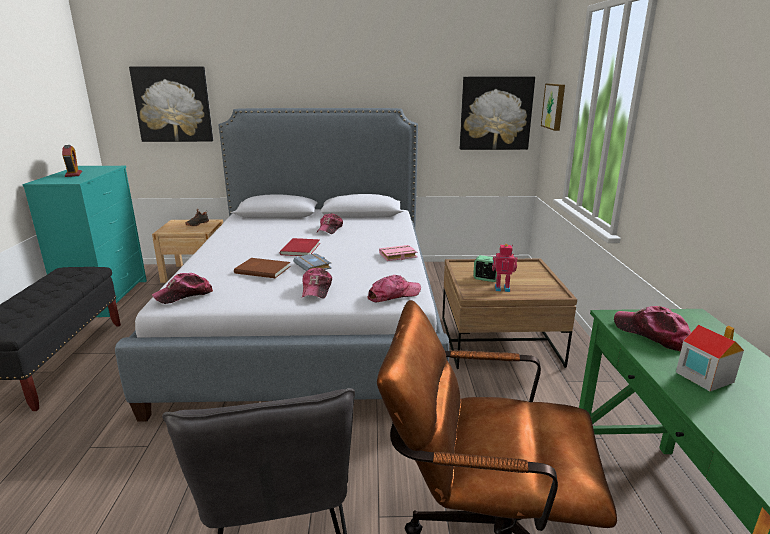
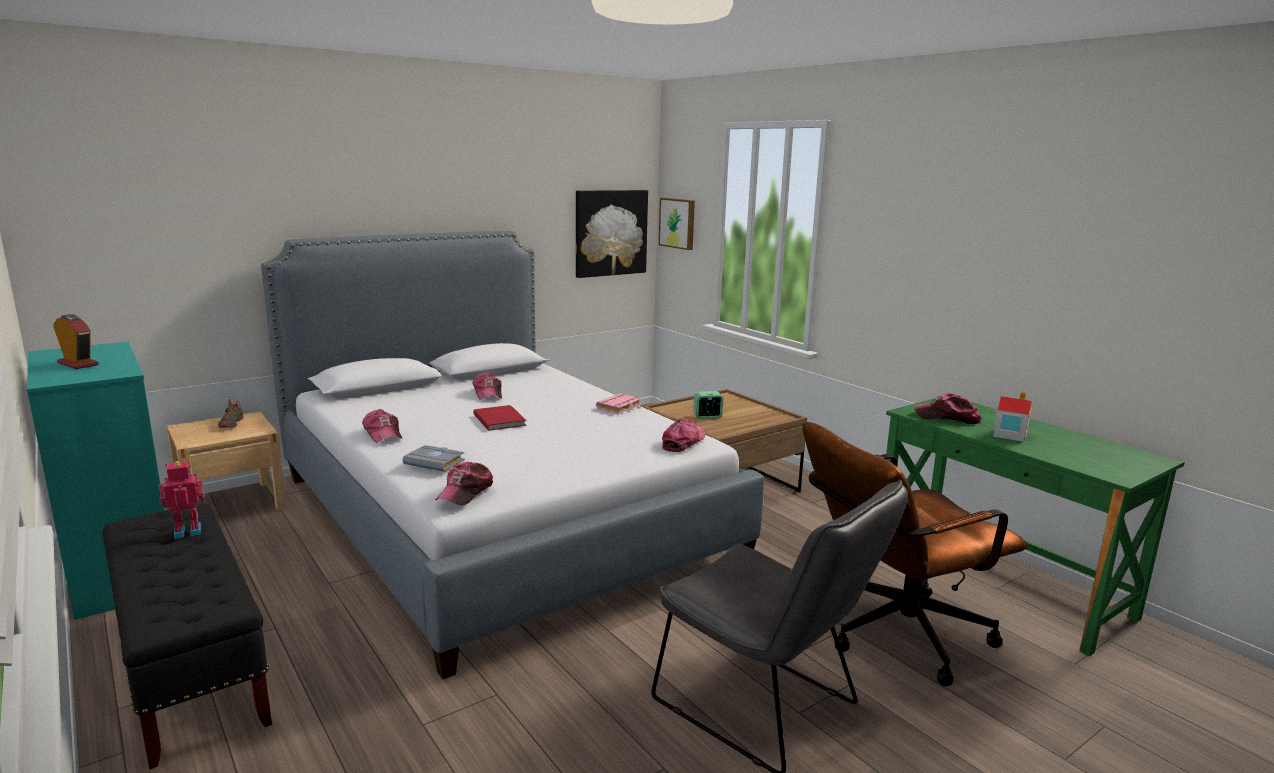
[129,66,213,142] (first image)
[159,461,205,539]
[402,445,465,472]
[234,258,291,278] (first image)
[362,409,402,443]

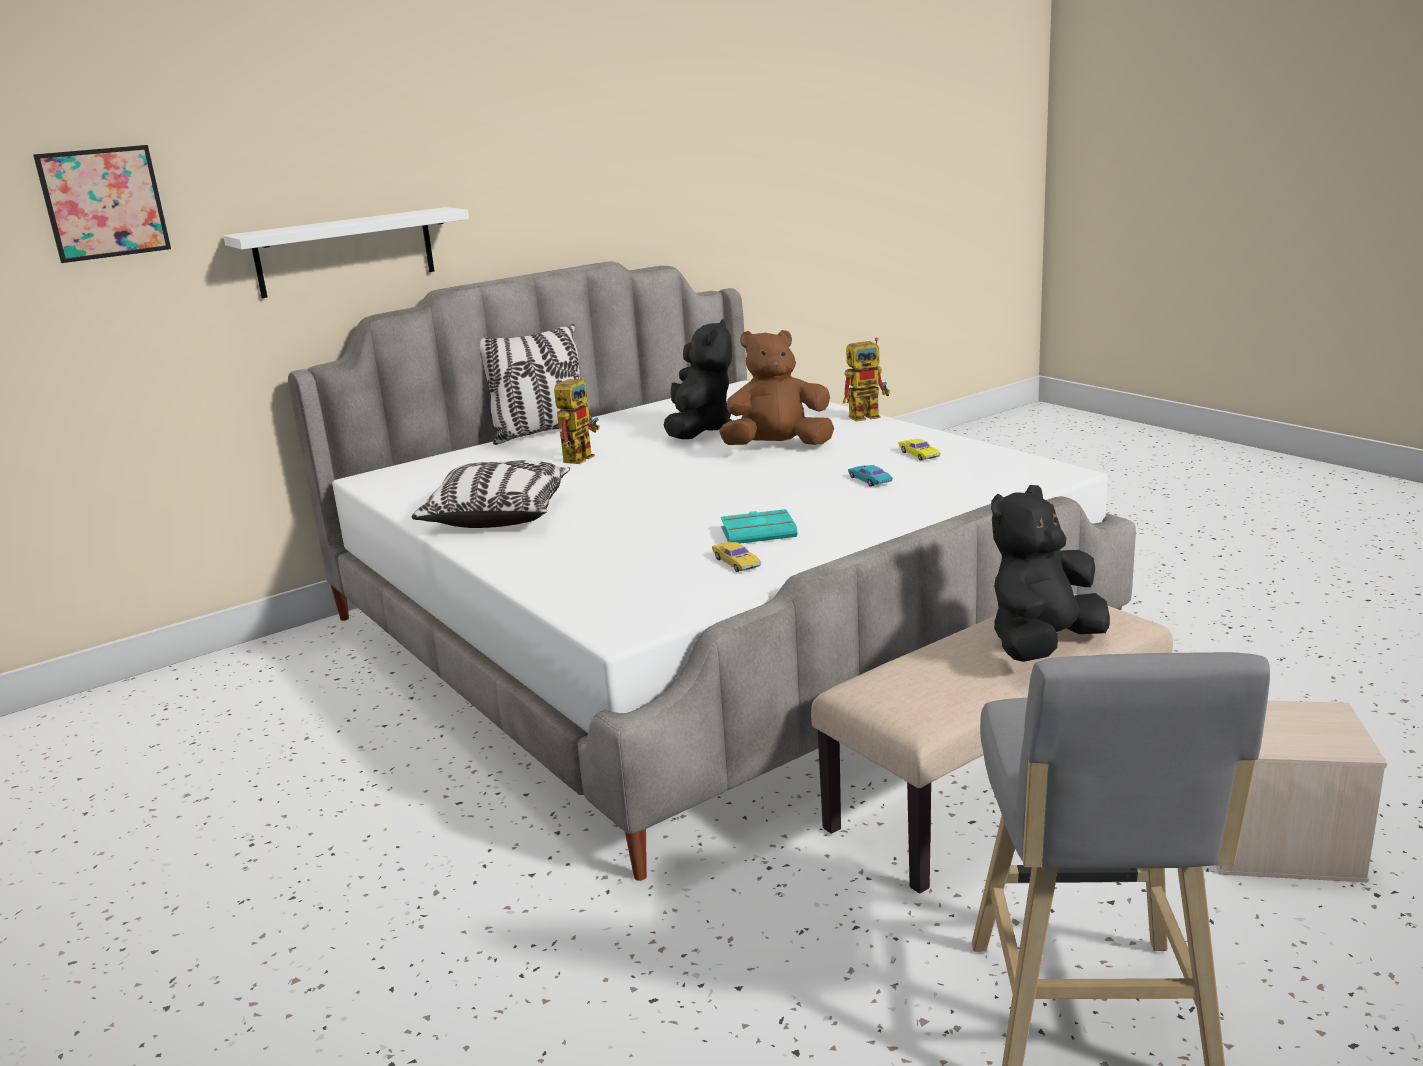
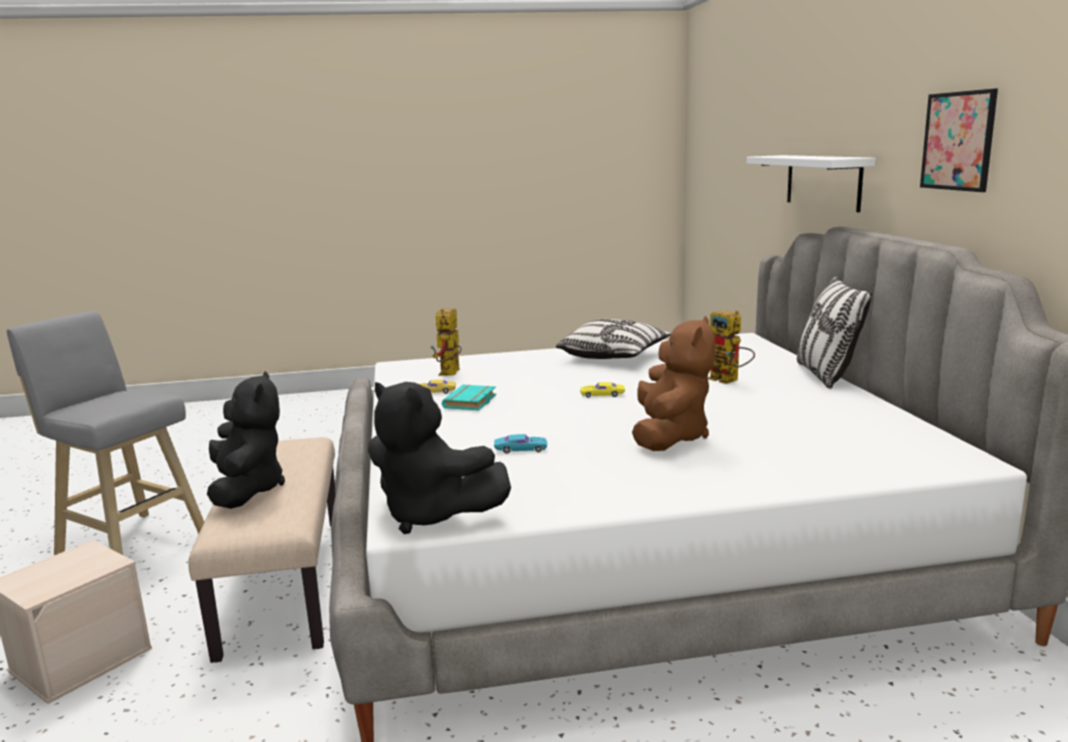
[920,88,998,192]
[368,382,511,534]
[431,308,462,376]
[580,382,625,398]

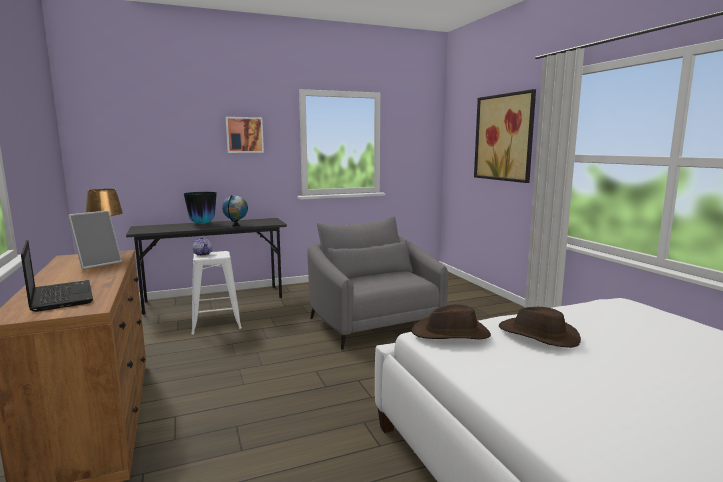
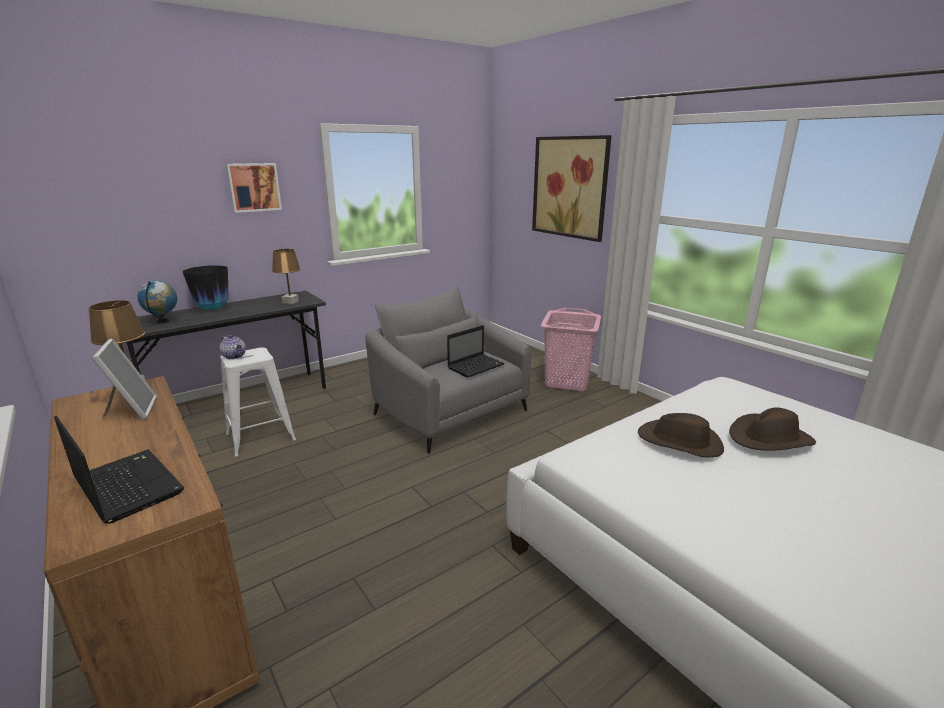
[137,281,177,323]
[92,339,157,419]
[729,407,816,451]
[272,249,300,304]
[541,308,601,391]
[447,325,505,378]

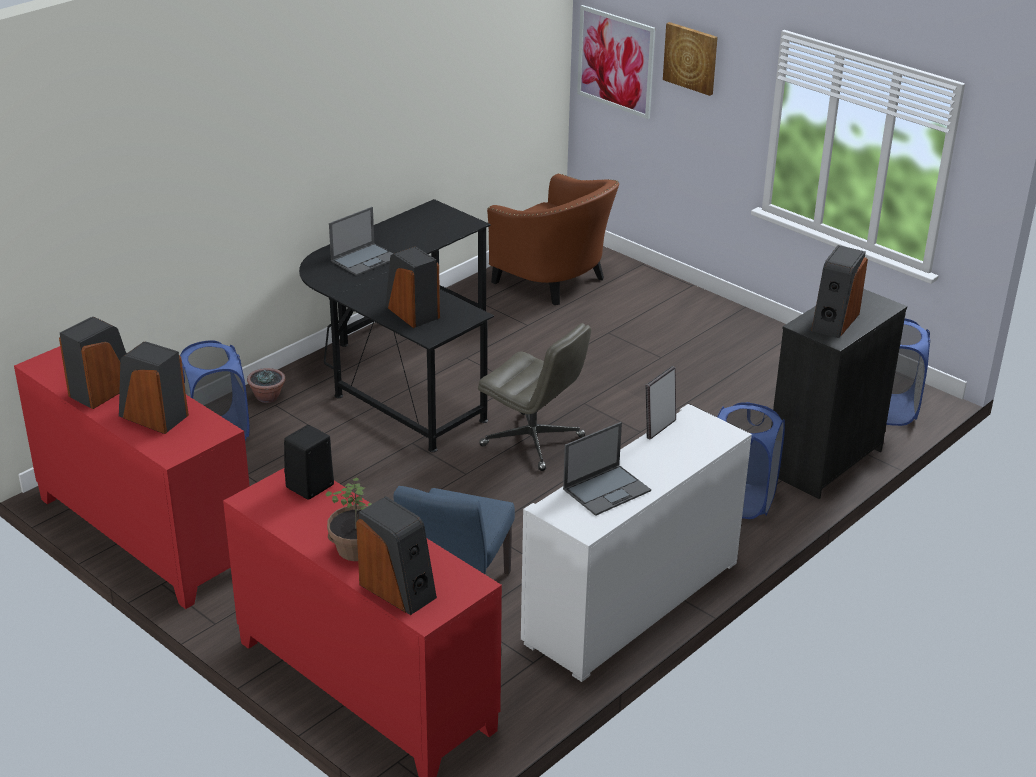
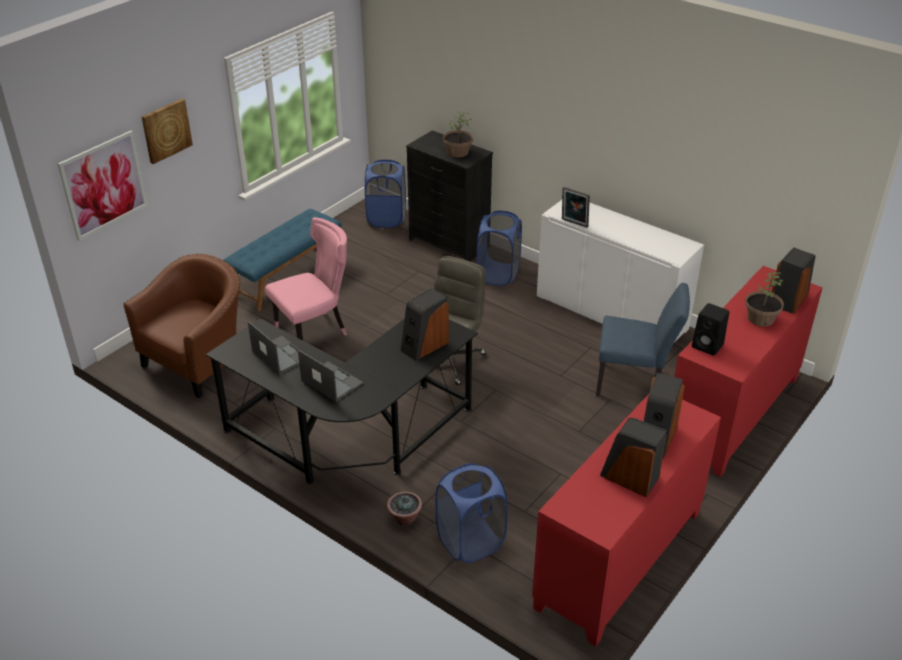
[443,111,473,157]
[248,321,299,375]
[223,209,342,311]
[265,217,347,341]

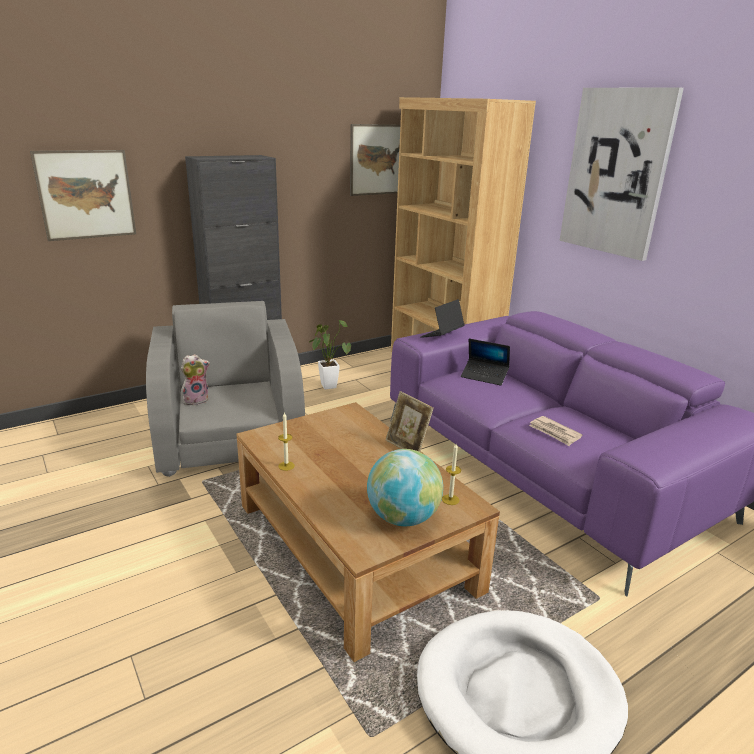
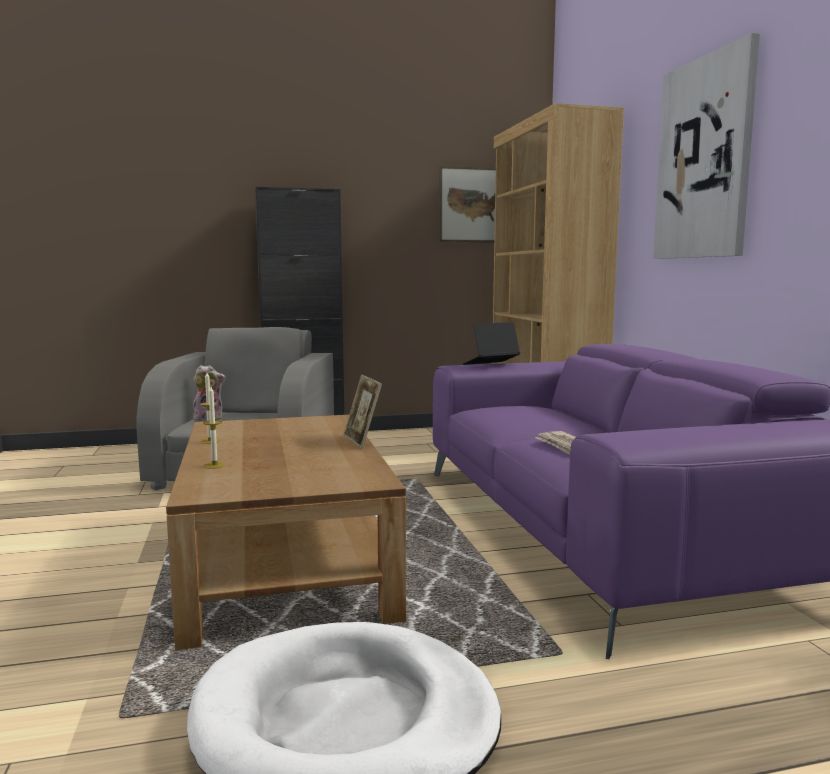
[30,150,136,241] (first image)
[309,320,351,389] (first image)
[461,338,510,386] (first image)
[203,387,226,469]
[367,449,443,526] (first image)

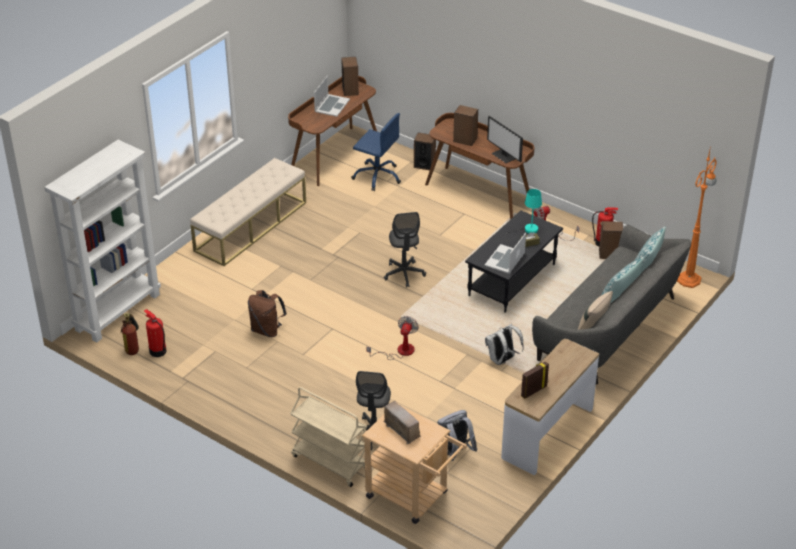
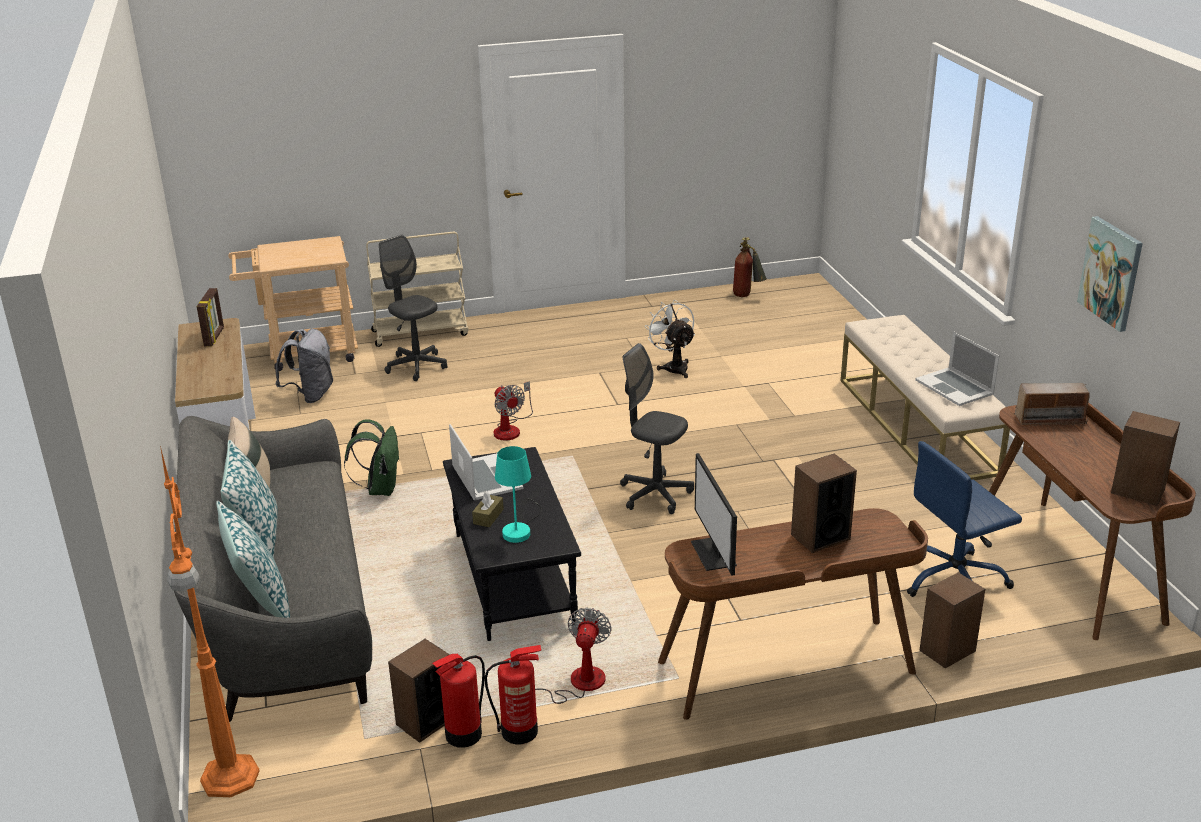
[915,331,999,406]
[691,453,737,576]
[44,140,161,342] (first image)
[645,300,695,378]
[484,645,541,744]
[344,419,400,496]
[1015,383,1090,426]
[1077,216,1143,332]

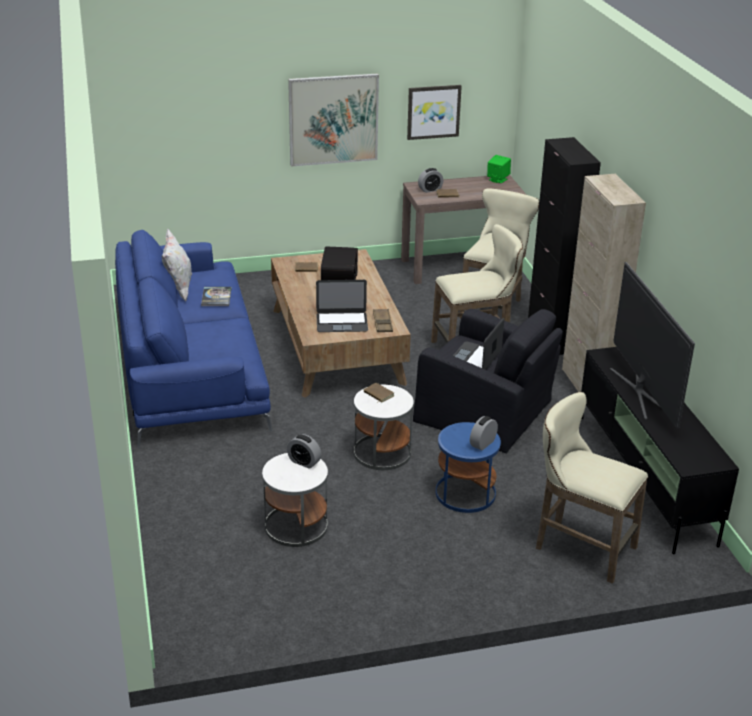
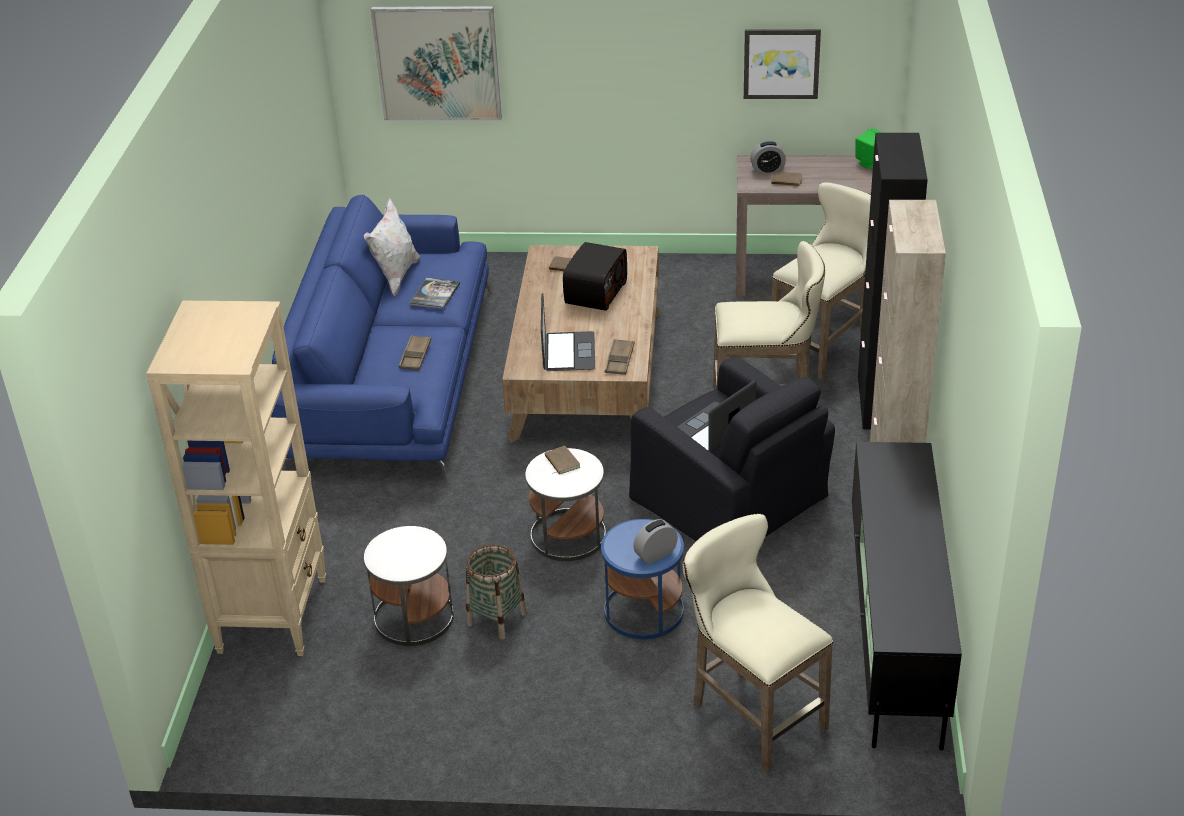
[371,6,502,120]
[610,262,695,429] (first image)
[541,293,595,371]
[287,434,321,469] (first image)
[146,301,326,656]
[399,335,431,370]
[466,545,527,639]

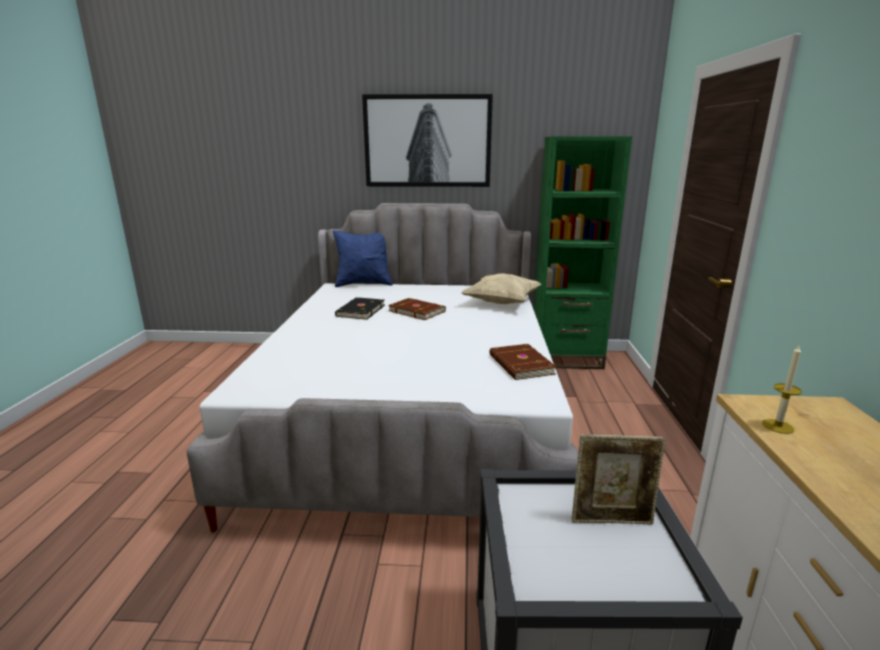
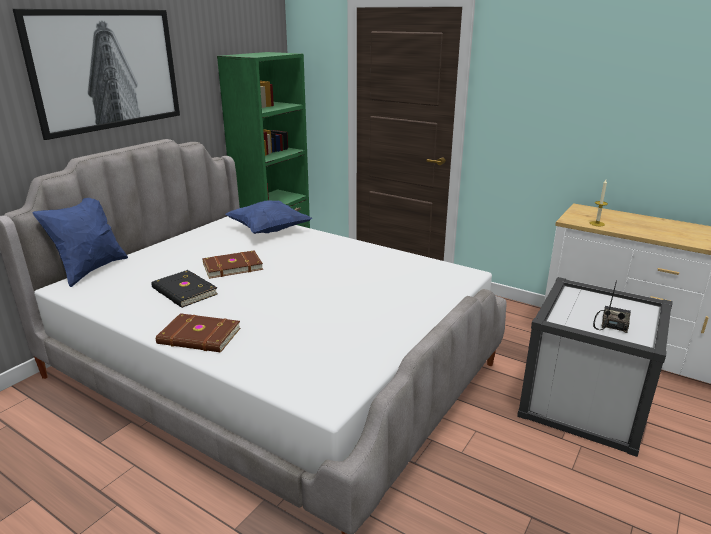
[225,200,312,234]
[156,313,240,353]
[572,434,666,524] (first image)
[593,280,631,333]

